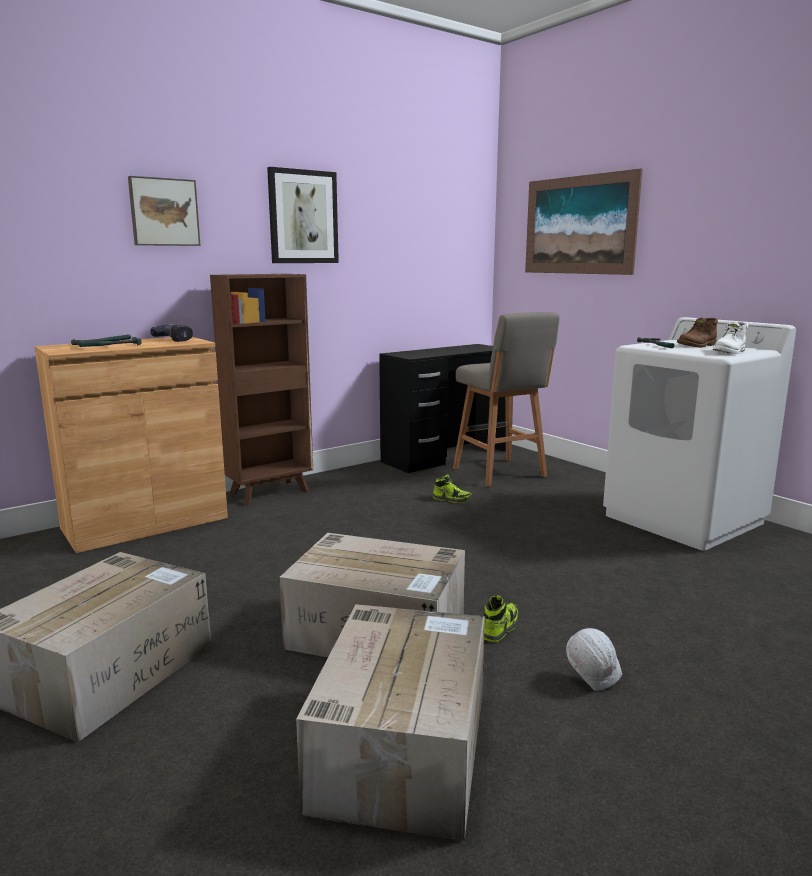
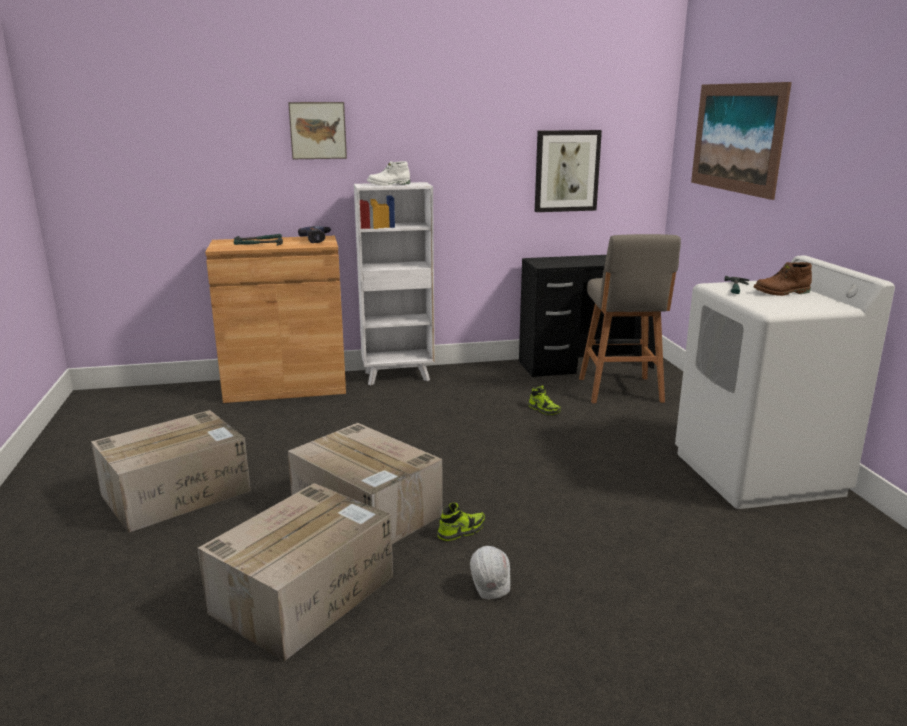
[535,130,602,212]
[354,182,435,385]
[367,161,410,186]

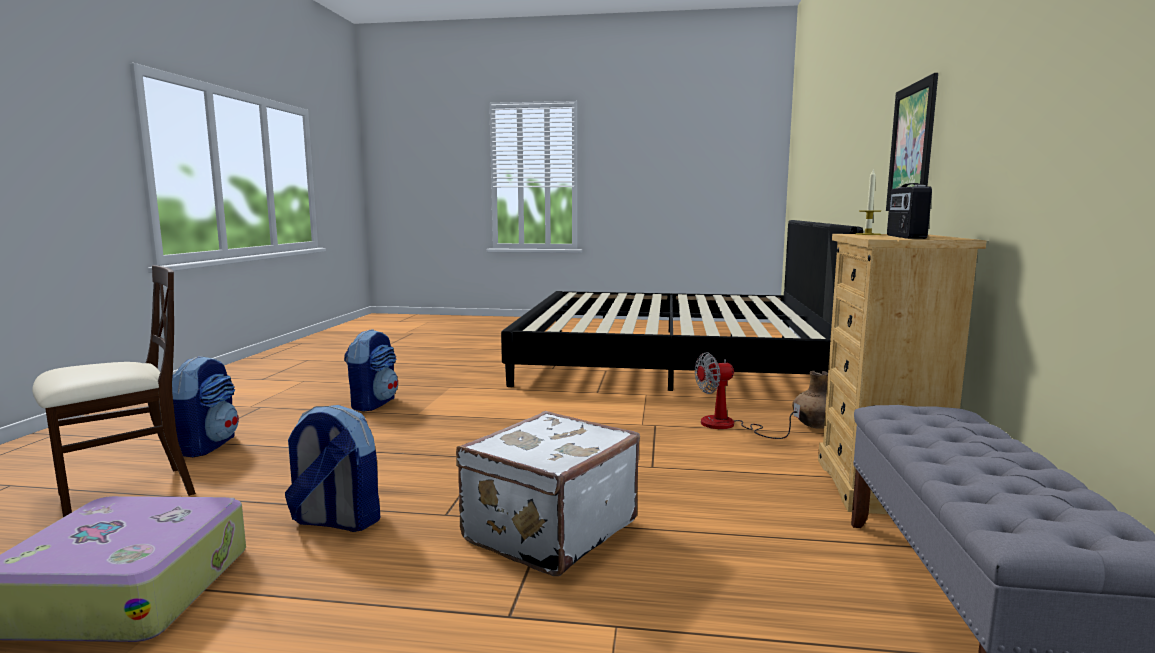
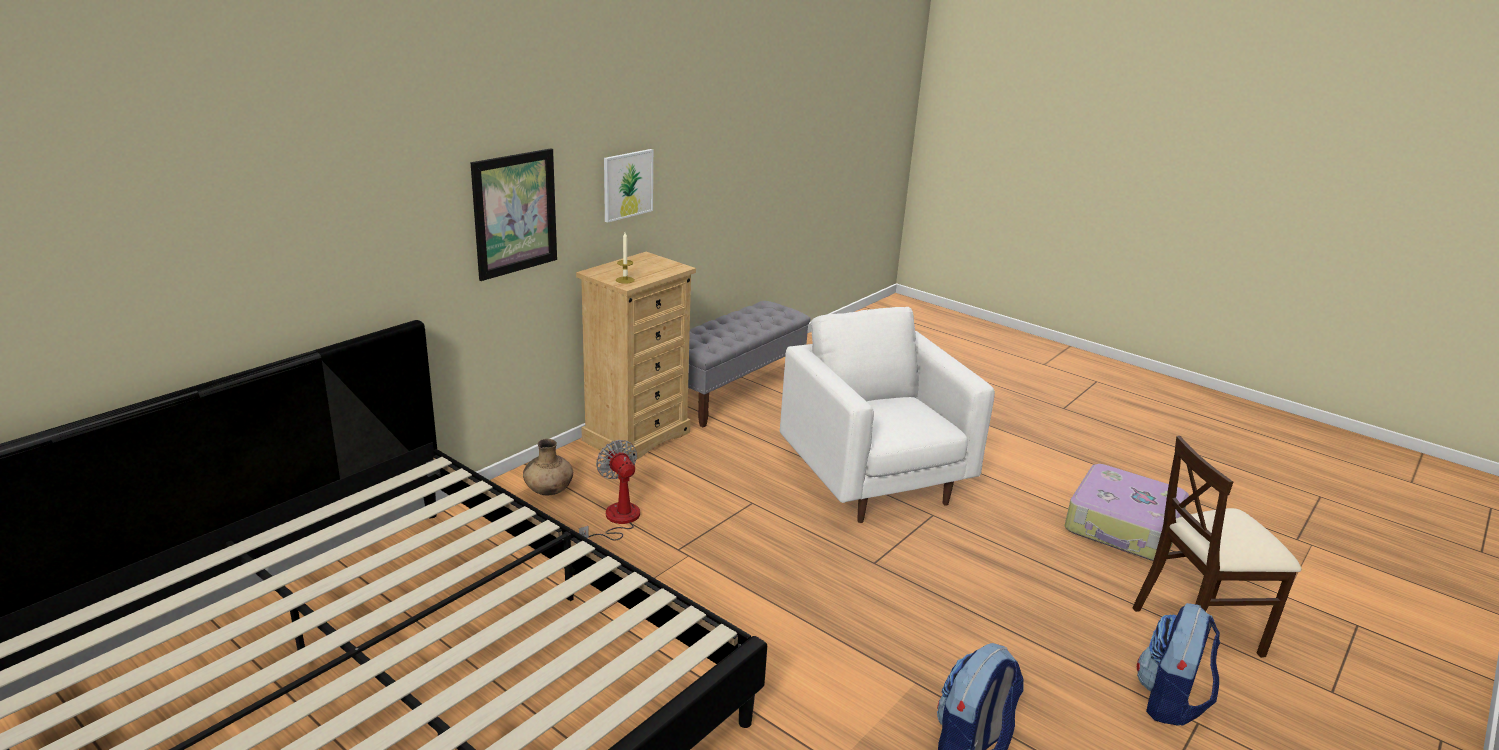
[887,183,932,239] (first image)
[579,440,640,541]
[285,405,380,532] (first image)
[780,307,995,523]
[604,149,653,223]

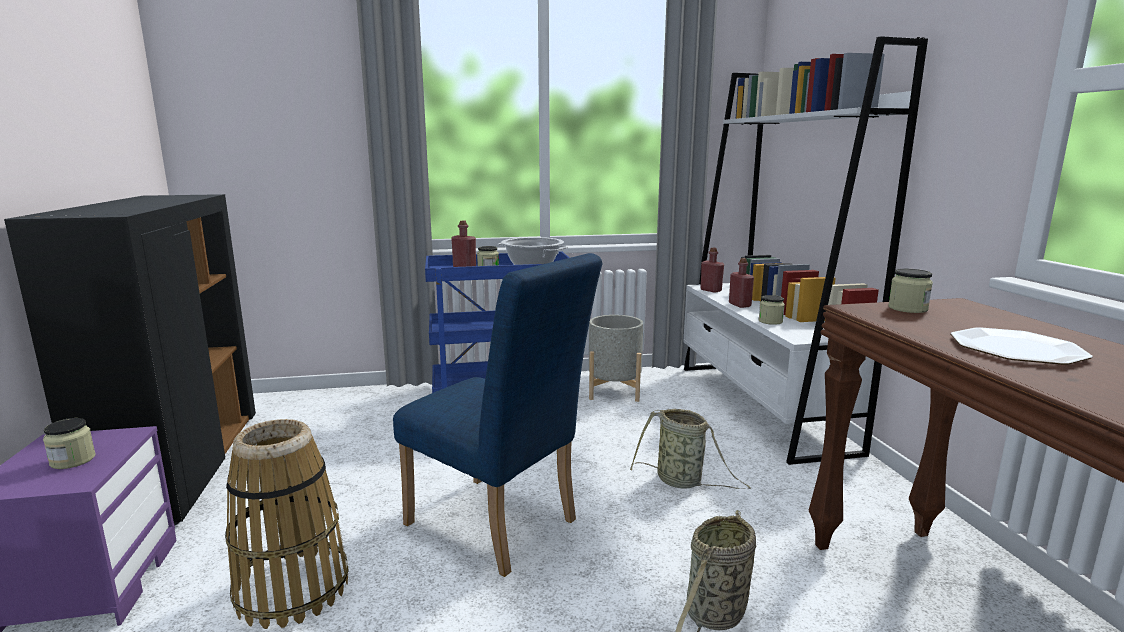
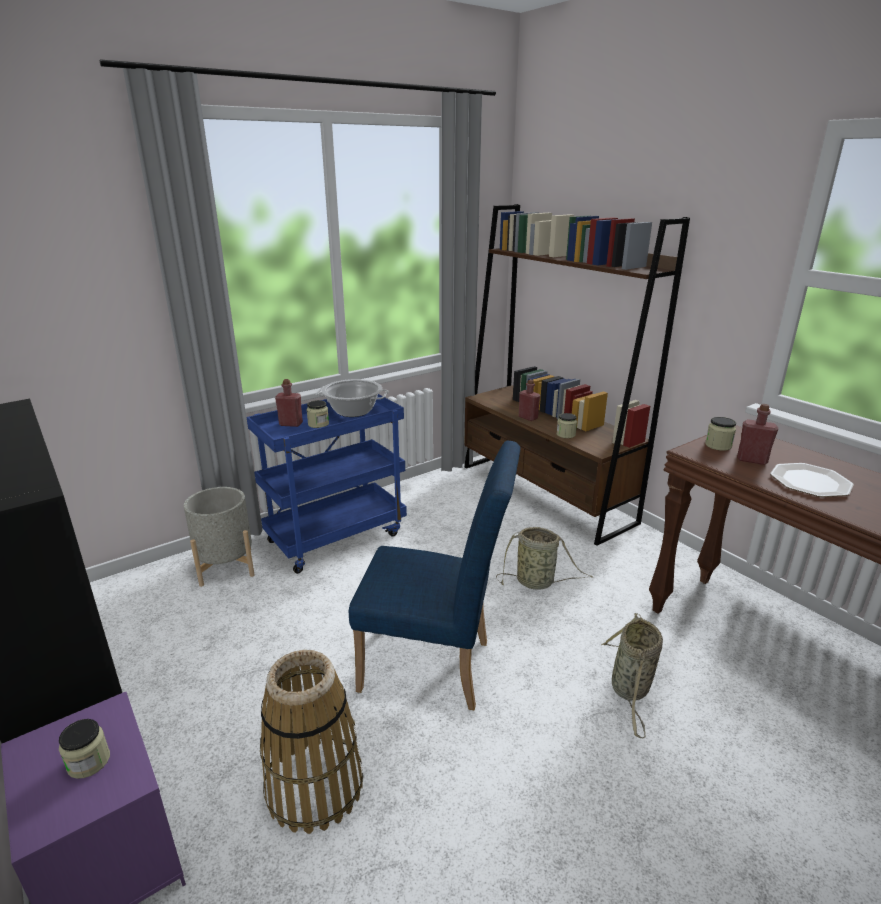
[464,204,690,546]
[737,404,778,465]
[184,487,255,587]

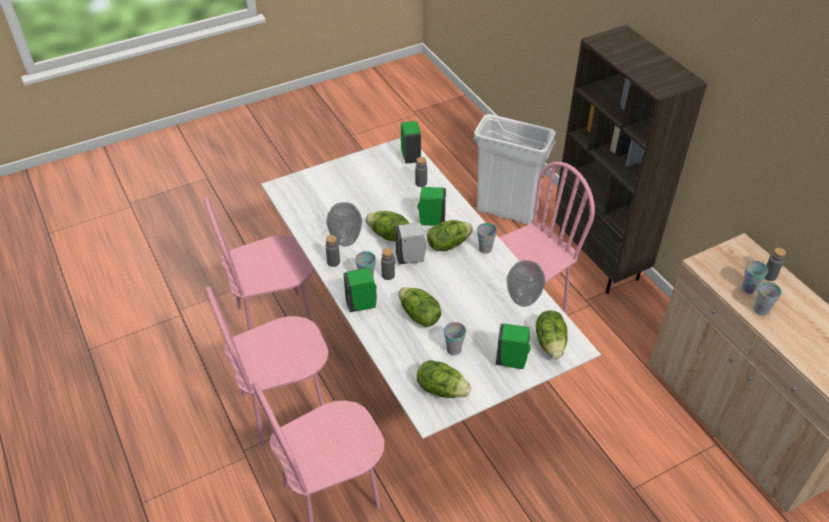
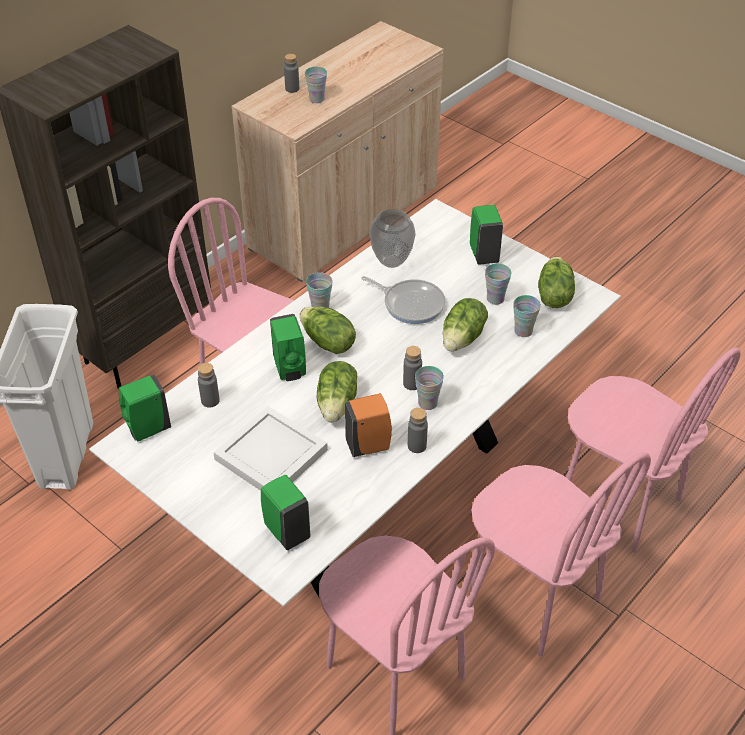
[345,393,392,457]
[395,222,426,264] (first image)
[261,475,311,550]
[513,295,541,337]
[536,310,567,359] (first image)
[361,276,445,324]
[213,406,328,491]

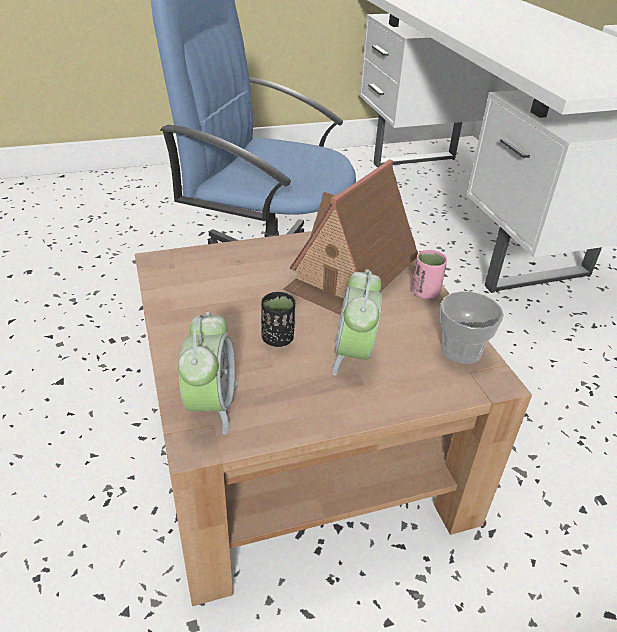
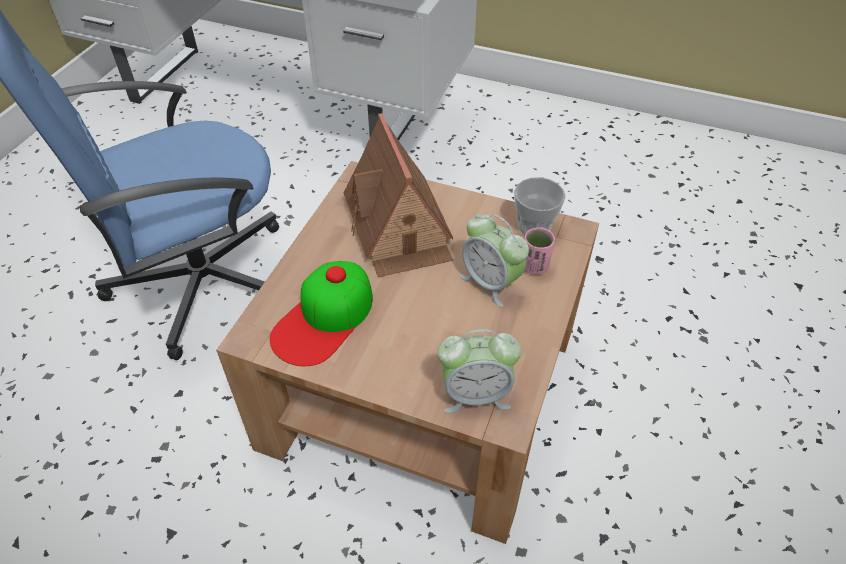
[525,228,555,275]
[261,292,295,347] (first image)
[438,329,521,413]
[270,261,373,366]

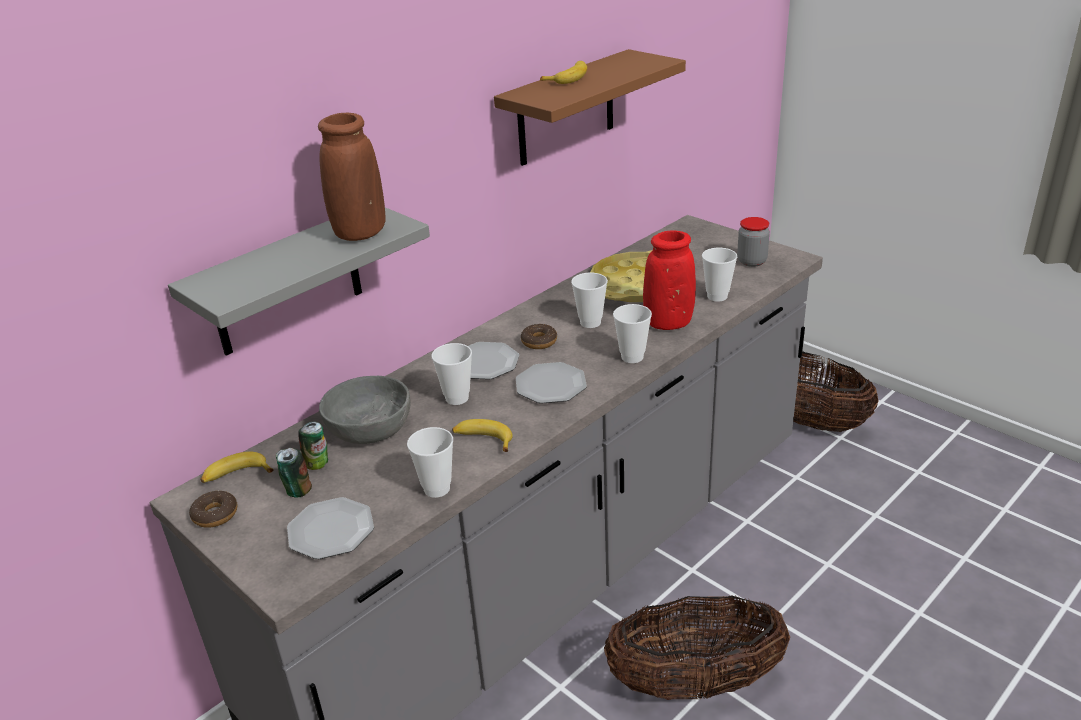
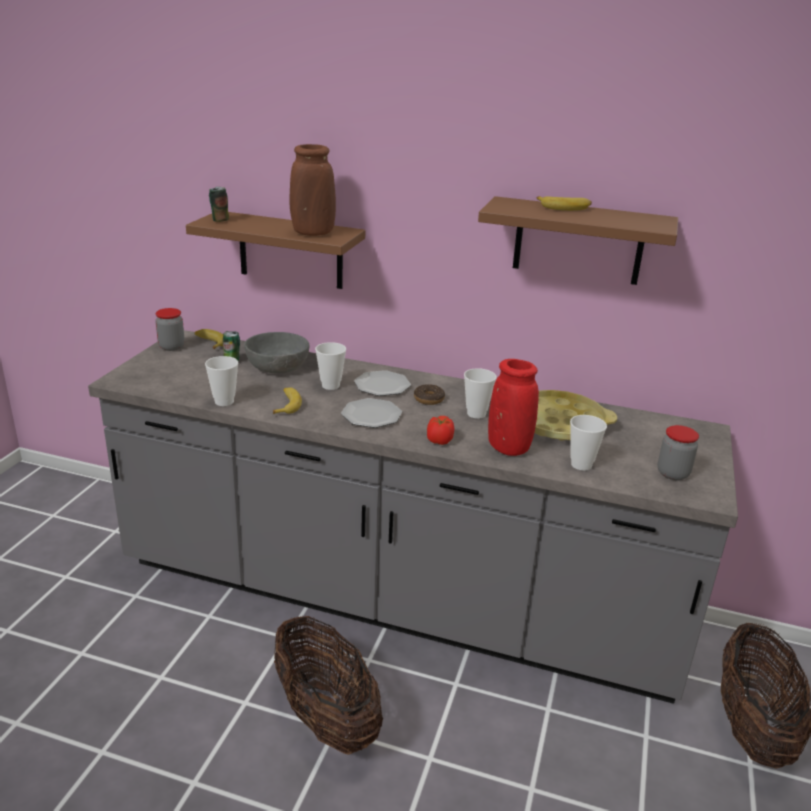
[186,212,365,289]
[427,416,454,445]
[209,187,229,222]
[155,308,185,351]
[287,497,374,559] (first image)

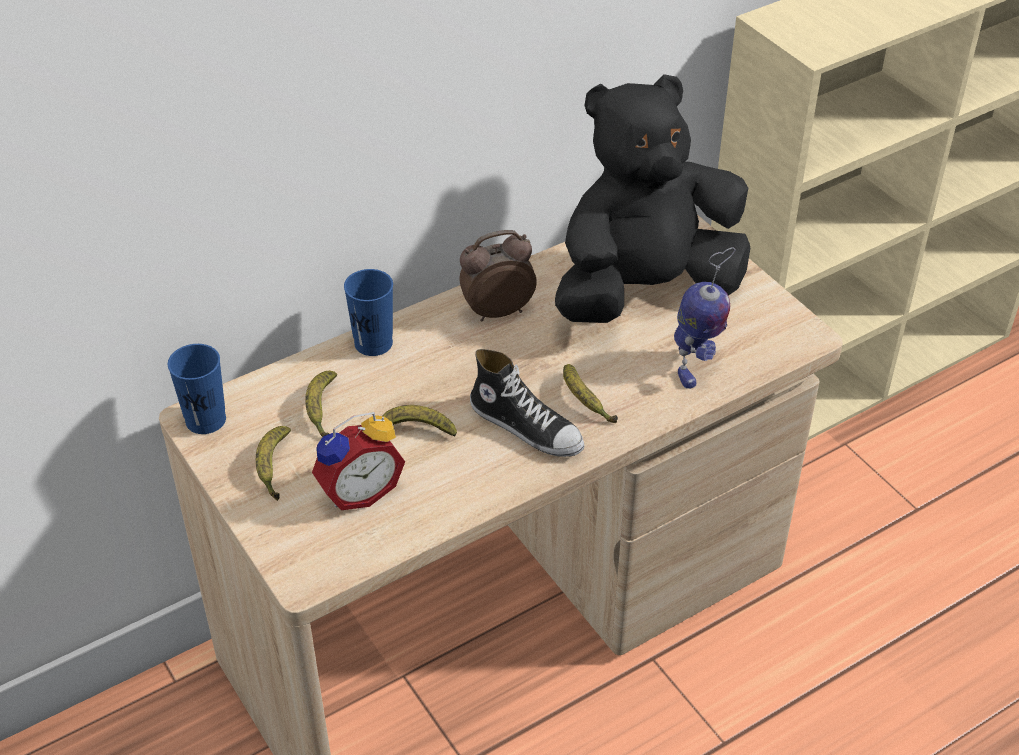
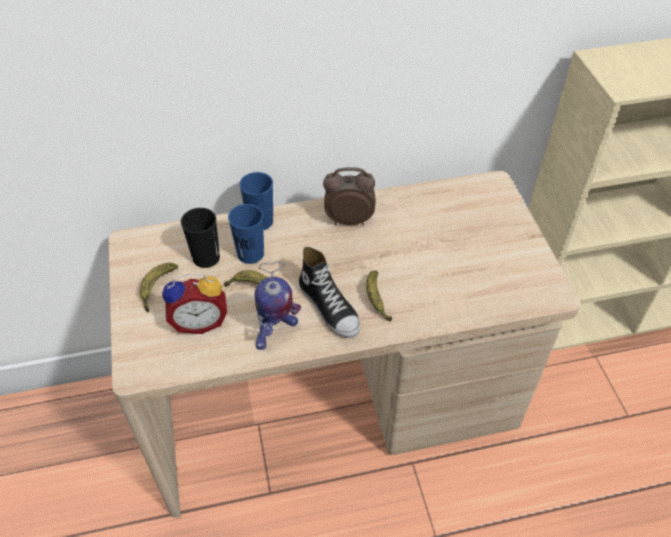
[555,74,750,323] (first image)
[255,261,301,350]
[228,204,264,264]
[181,208,220,268]

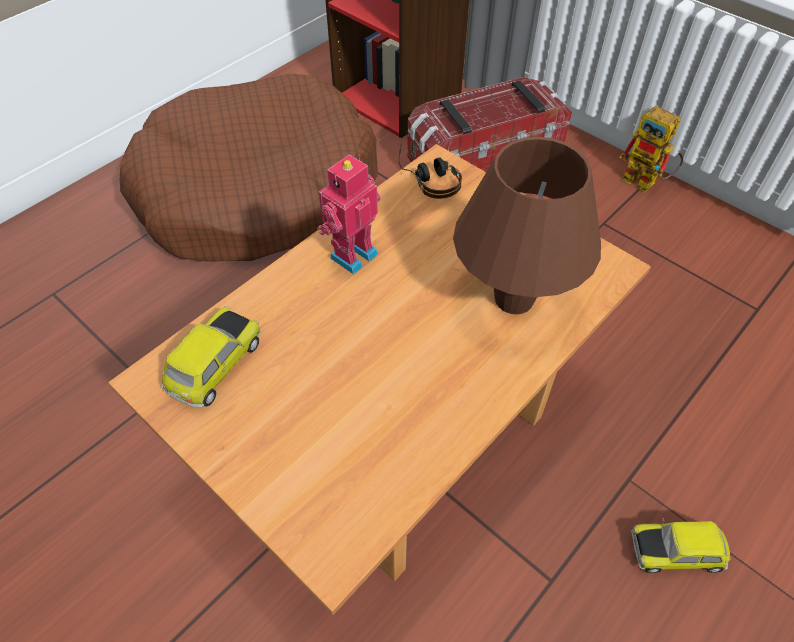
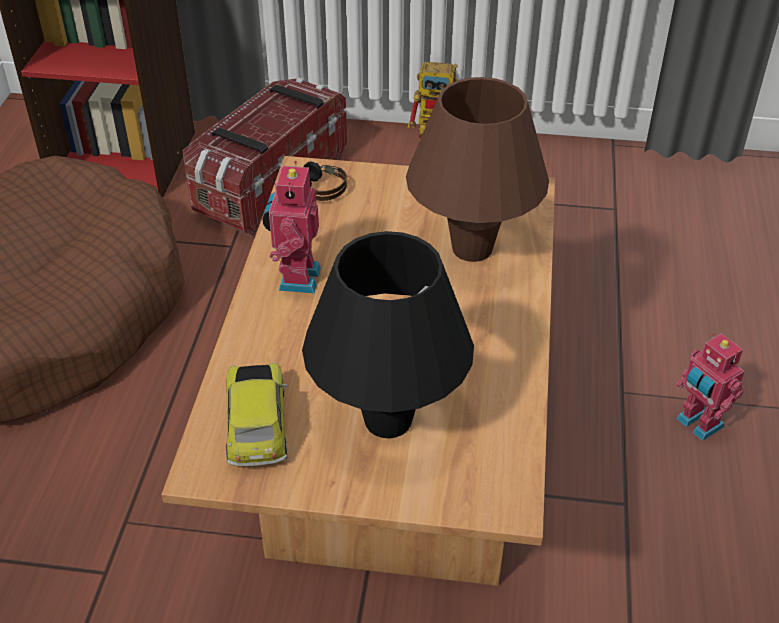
[676,333,745,441]
[302,231,474,438]

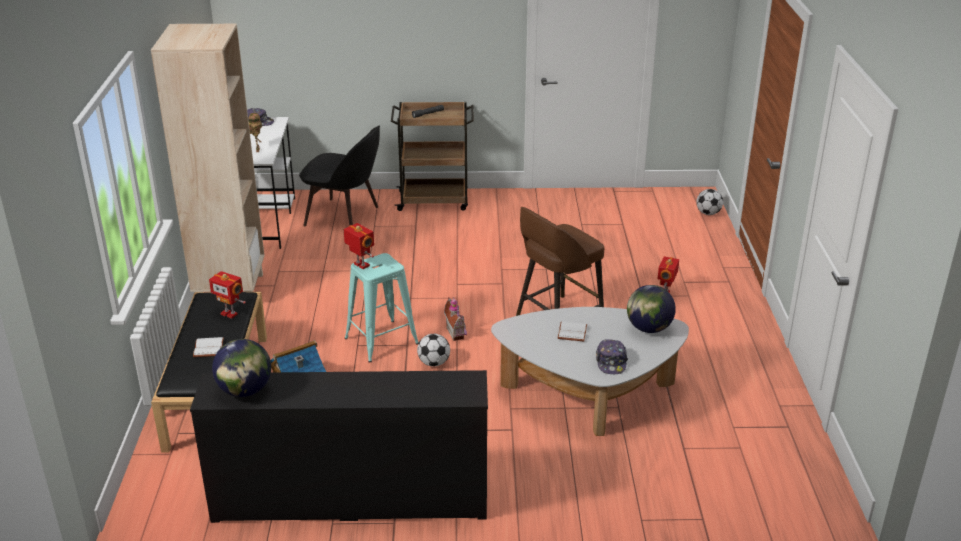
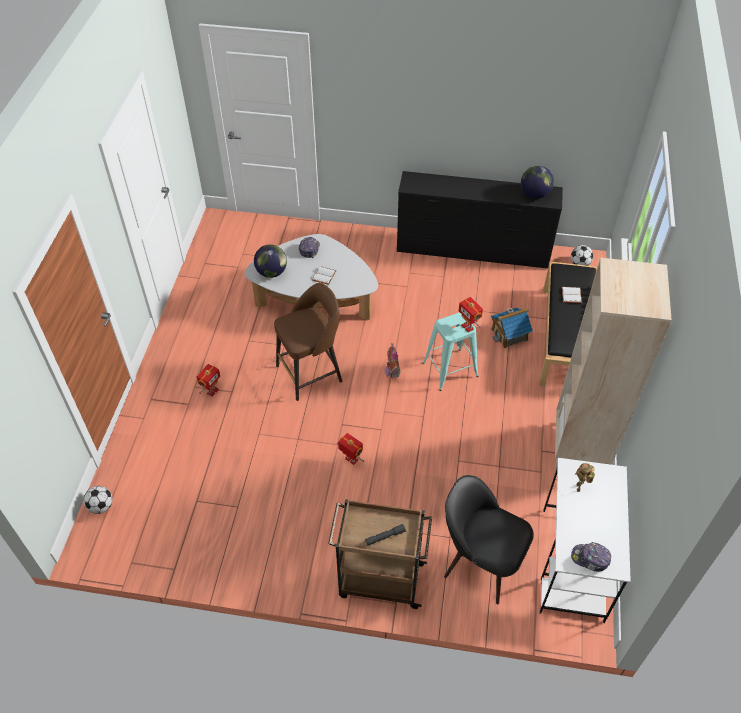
[337,433,364,465]
[571,245,593,266]

